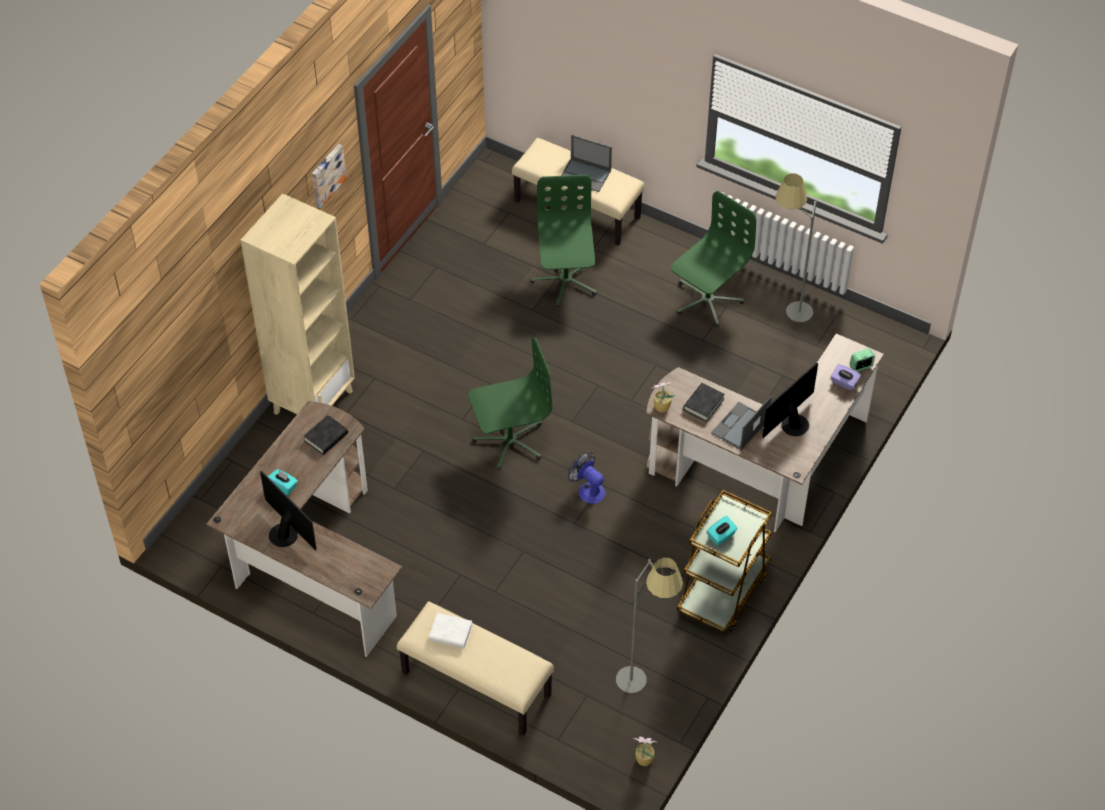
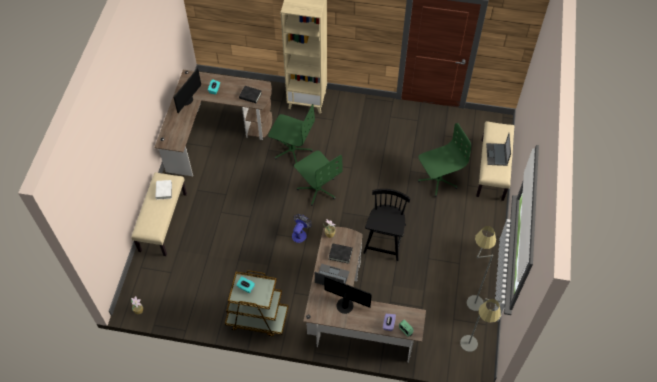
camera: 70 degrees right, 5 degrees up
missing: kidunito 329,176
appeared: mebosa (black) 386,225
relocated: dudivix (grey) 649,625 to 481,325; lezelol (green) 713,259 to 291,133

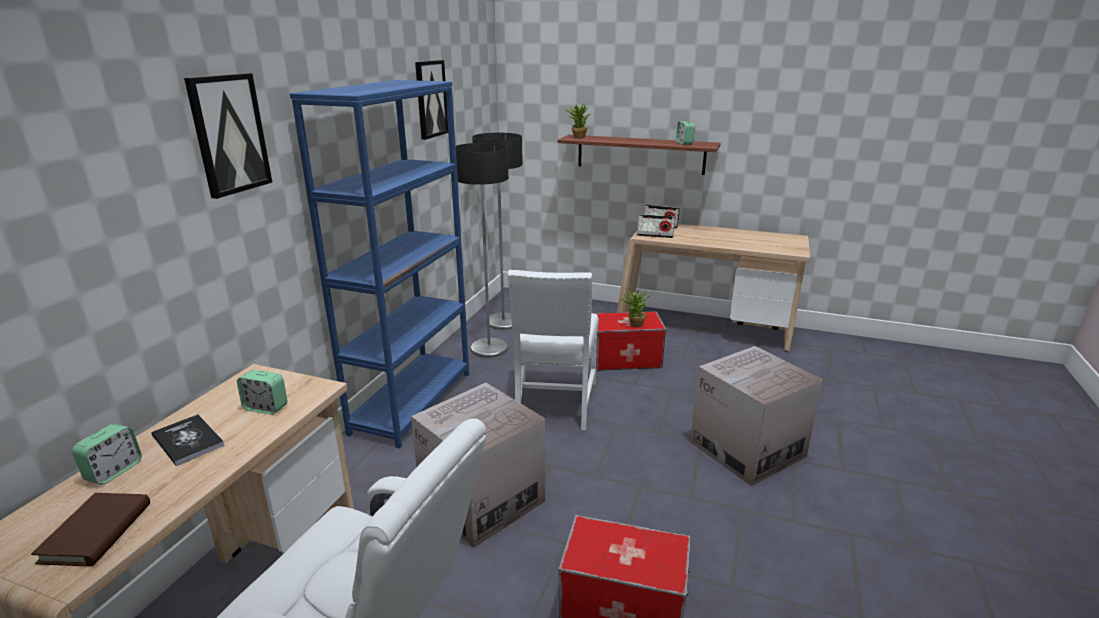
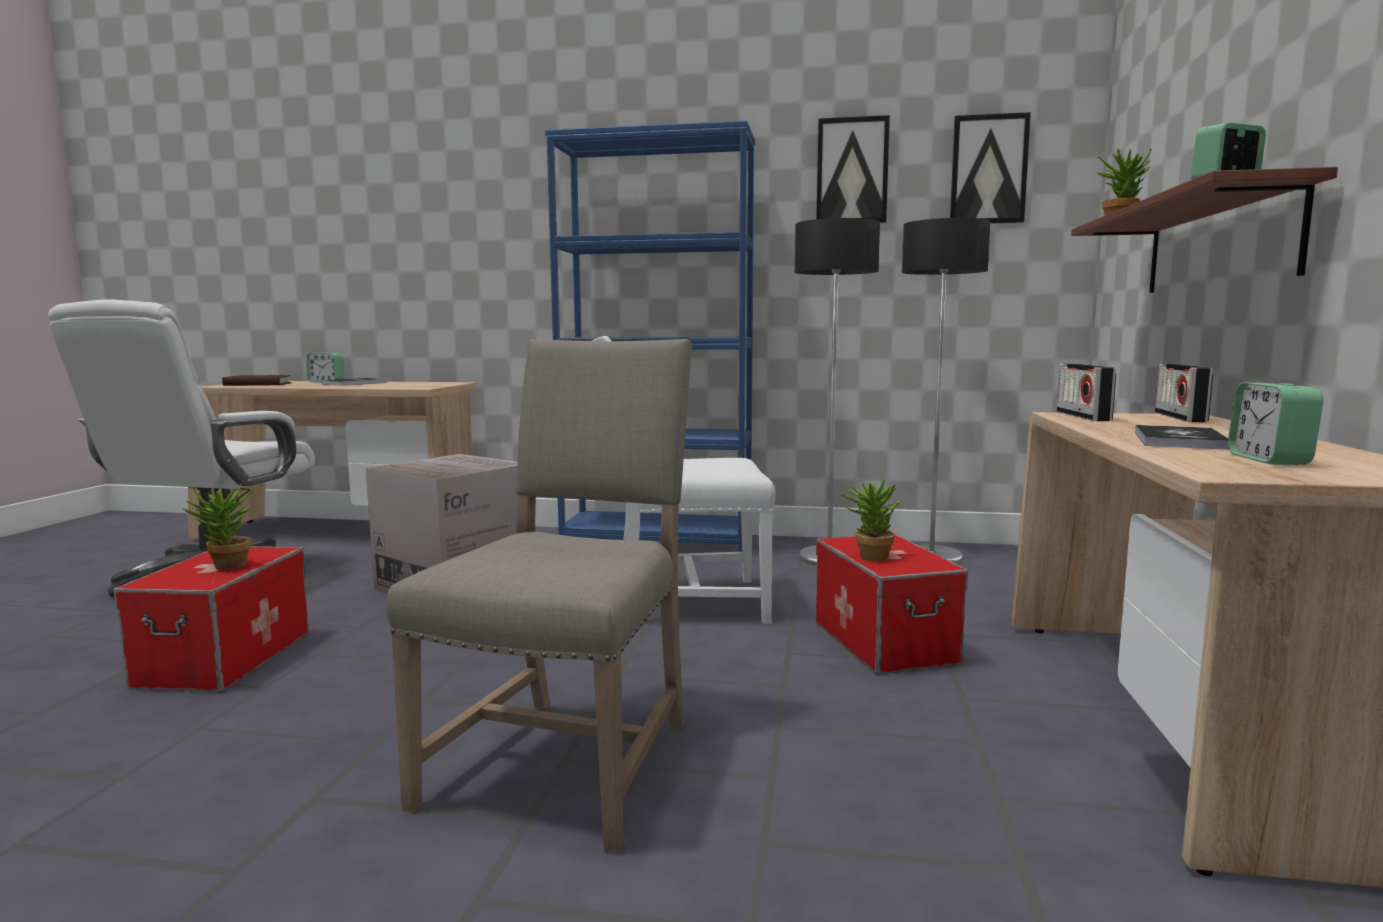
camera: 80 degrees right, 15 degrees down
appeared: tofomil 218,526; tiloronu 1182,437
relocated: kidunito 228,136 to 990,168; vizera 262,392 to 1276,423
exchanged: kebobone 756,416 to mebosa (beige) 539,596

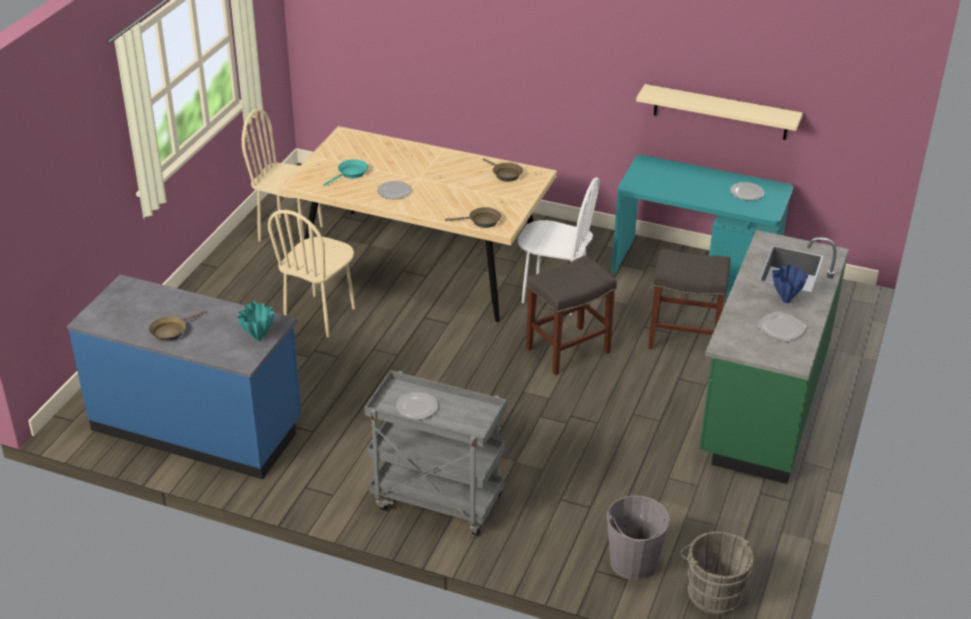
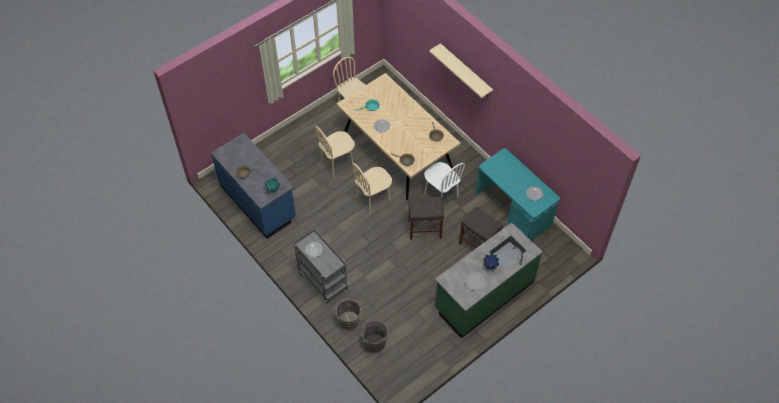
camera: 30 degrees right, 20 degrees up
appeared: mebosa (beige) 372,188
relocated: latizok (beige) 719,112 to 461,70; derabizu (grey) 717,573 to 348,315

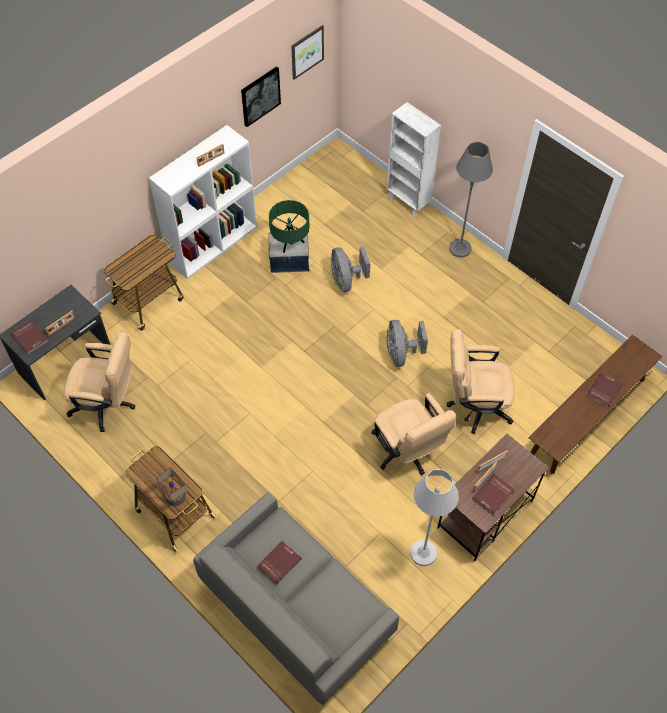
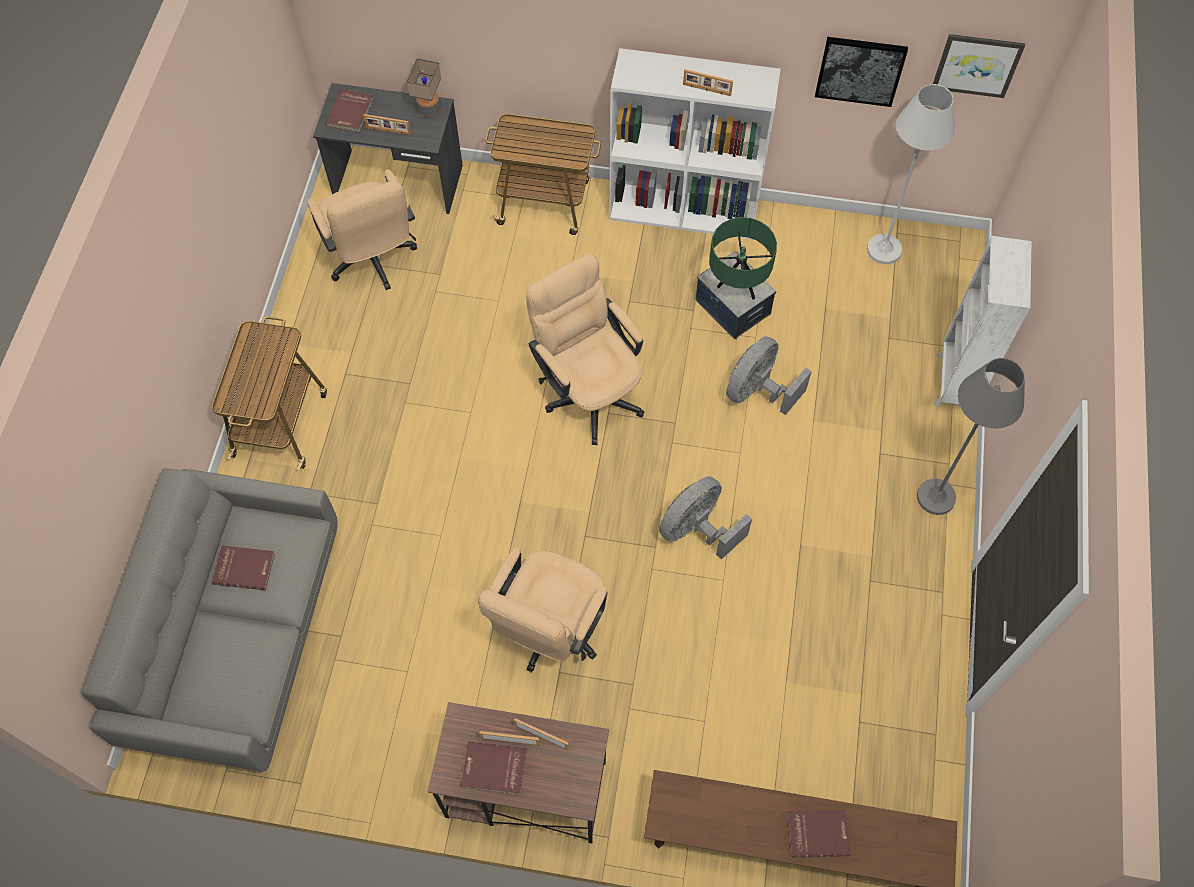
camera: 55 degrees right, 5 degrees up
relocated: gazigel 171,487 to 424,87; dudivix (white) 434,517 to 911,174; lezelol (beige) 480,381 to 585,349

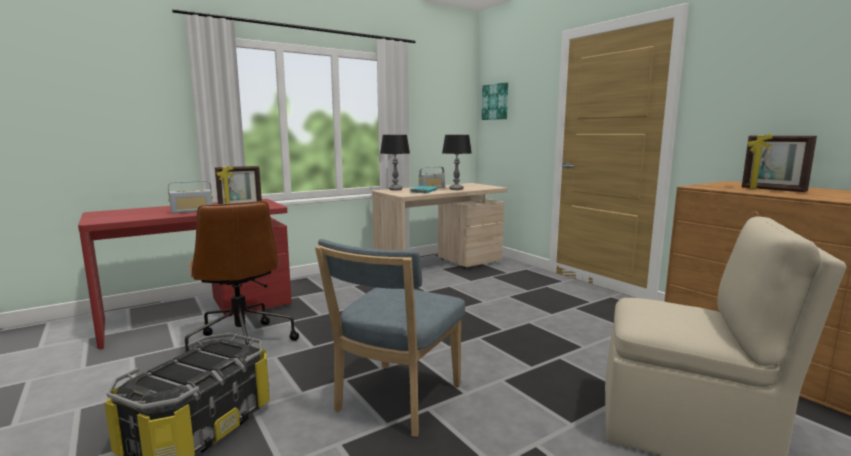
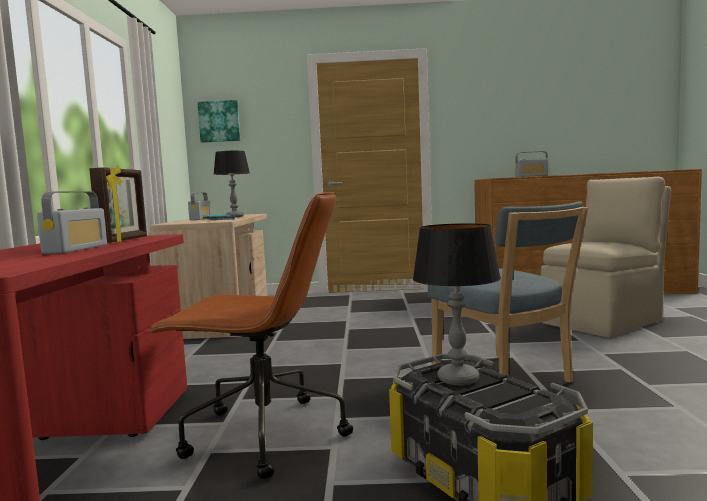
camera: 55 degrees left, 5 degrees down
relocated: gazigel 395,162 to 457,304
exchanged: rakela 779,162 to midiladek 531,164

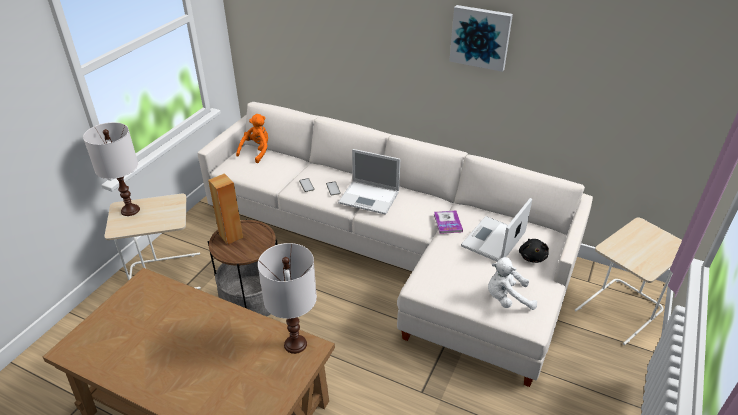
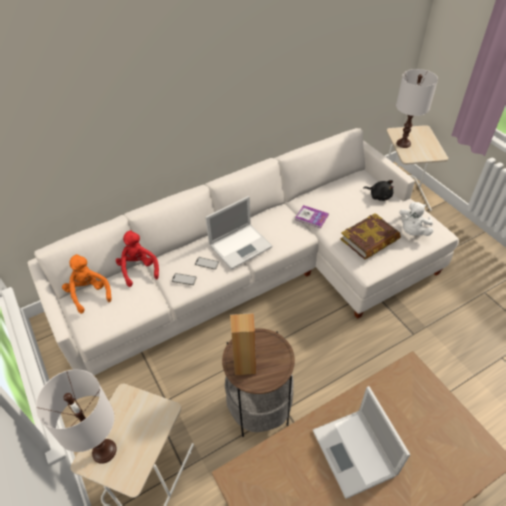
camera: 55 degrees left, 10 degrees up
missing: kidunito 481,38
appeared: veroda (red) 137,258; tiloronu 370,236
relocated: gazigel (white) 287,298 to 417,108; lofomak 496,230 to 361,442

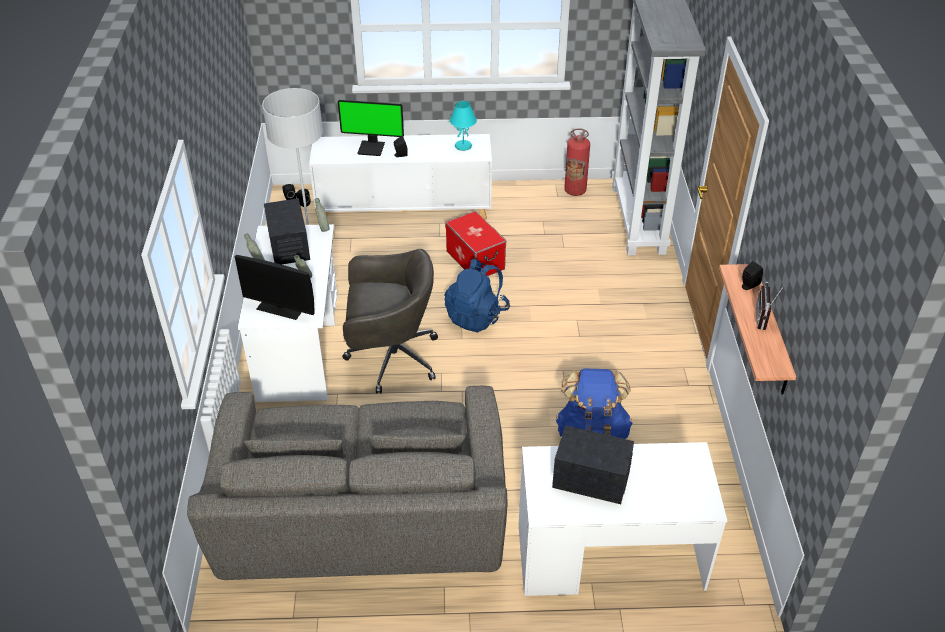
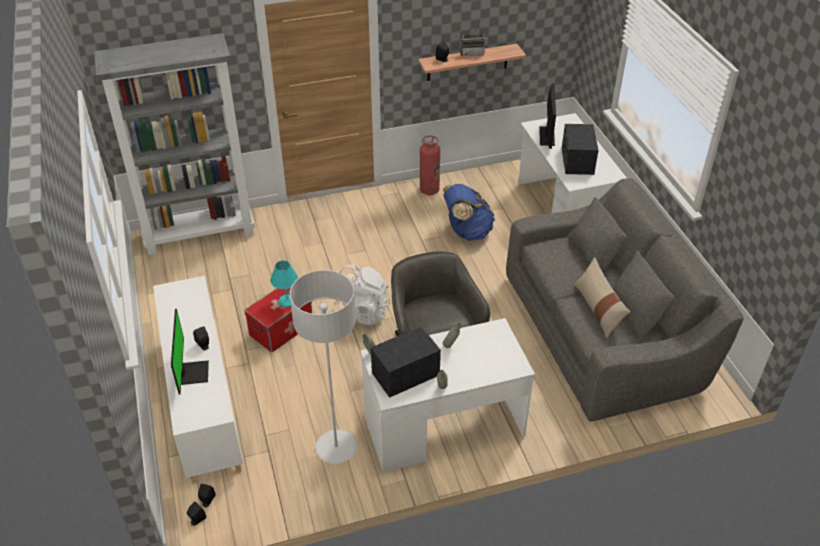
camera: 105 degrees left, 0 degrees up
appeared: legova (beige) 602,297
relocated: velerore 275,287 to 547,116; gazigel (turquoise) 463,126 to 284,284; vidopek 577,162 to 430,165
colour: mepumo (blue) 477,295 to mepumo (white) 359,294

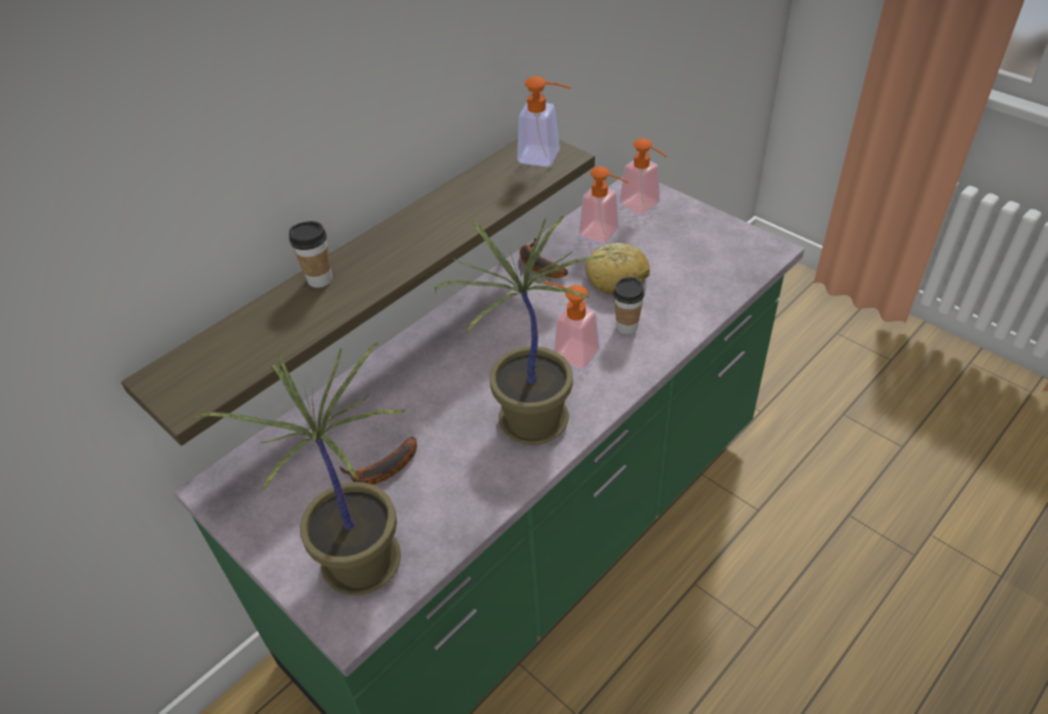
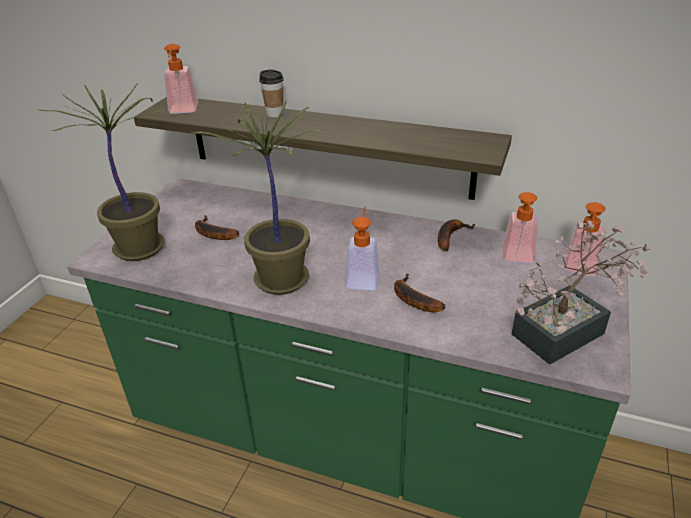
camera: 65 degrees right, 10 degrees down
missing: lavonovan 617,269
appeared: tofomil 581,292
relocated: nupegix 544,121 to 181,79
exchanged: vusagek 629,305 to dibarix 419,292

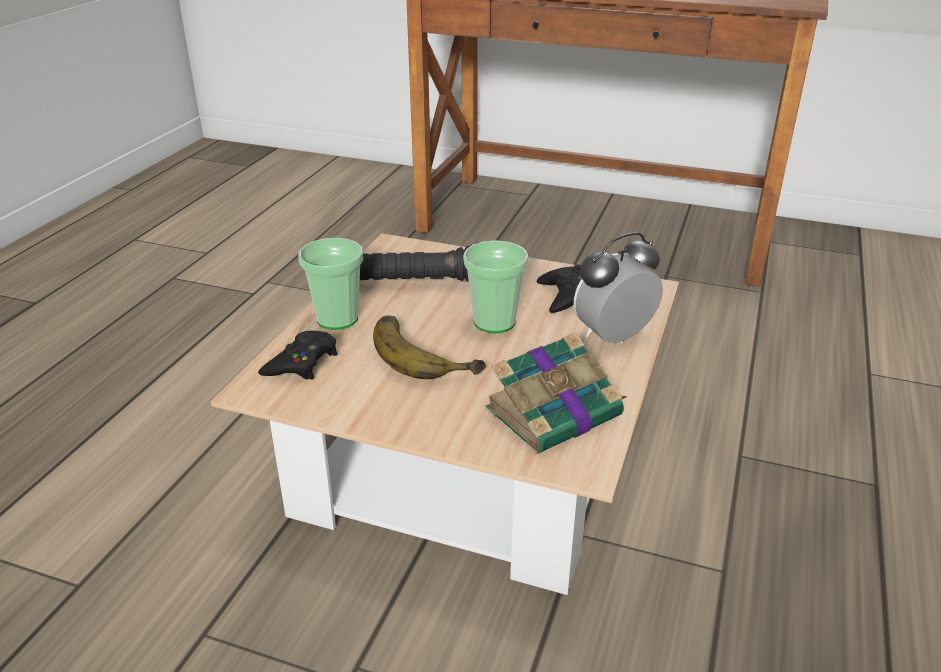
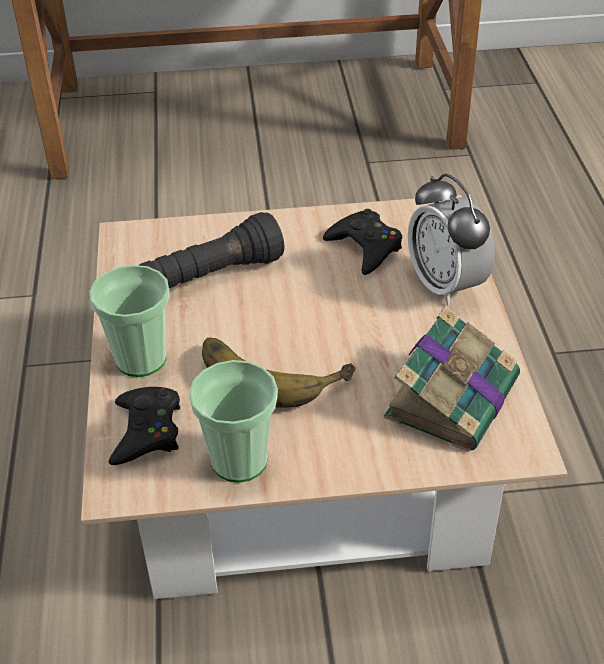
camera: 25 degrees left, 10 degrees up
relocated: vusagek 495,286 to 233,421
spun: vizera 618,287 = 451,240 60 degrees counterclockwise

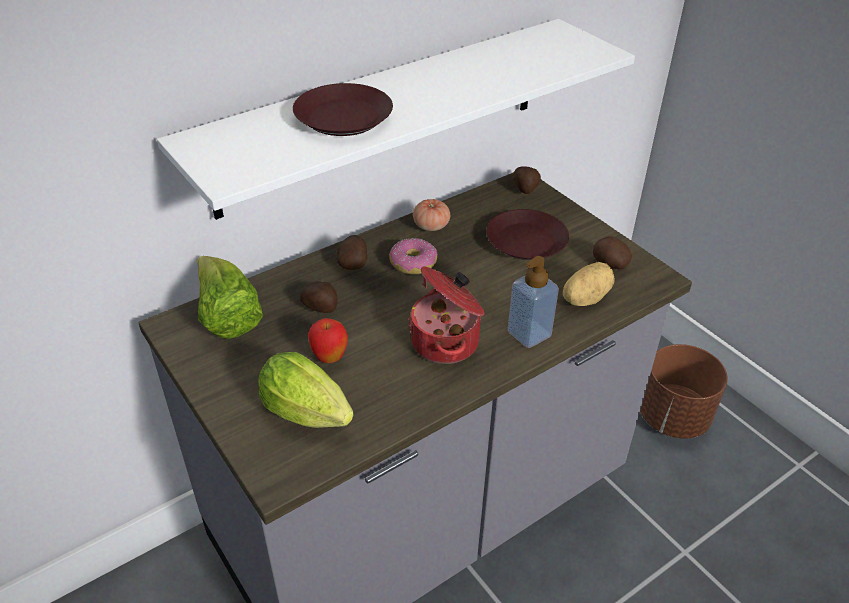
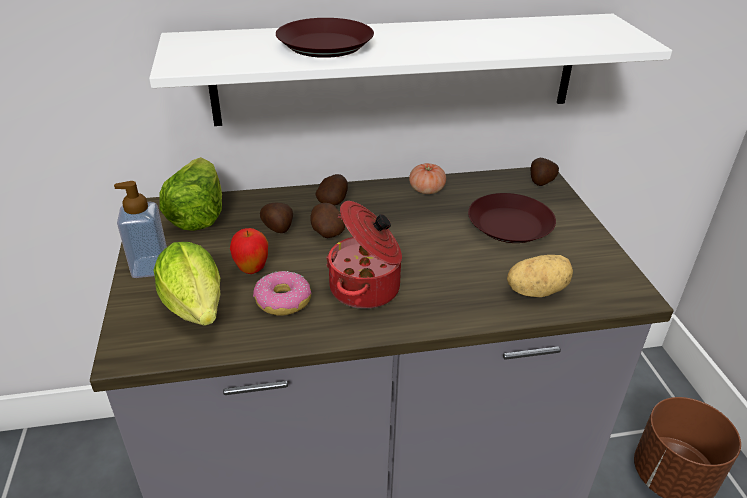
camera: 25 degrees right, 5 degrees down
relocated: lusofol 413,256 to 282,293; nupegix 533,302 to 140,229; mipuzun 612,253 to 327,220

